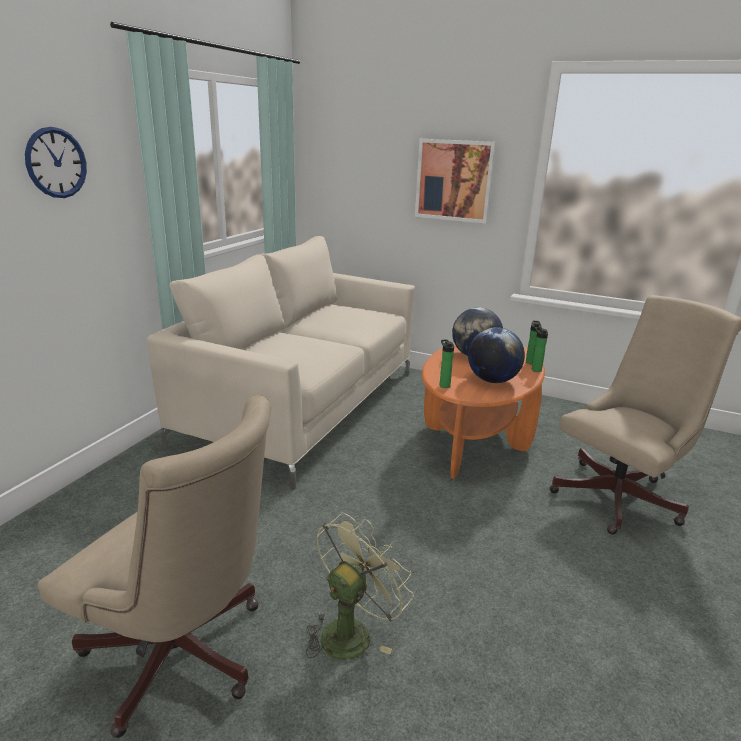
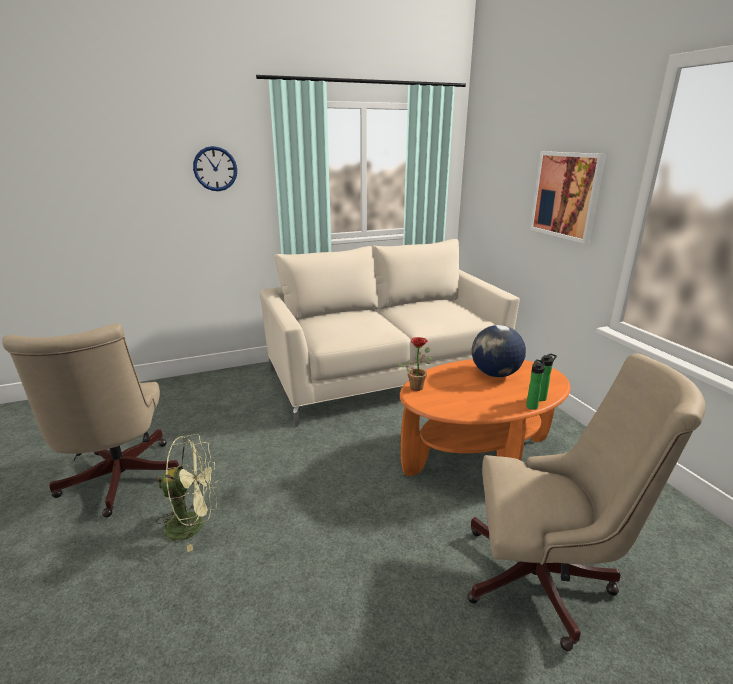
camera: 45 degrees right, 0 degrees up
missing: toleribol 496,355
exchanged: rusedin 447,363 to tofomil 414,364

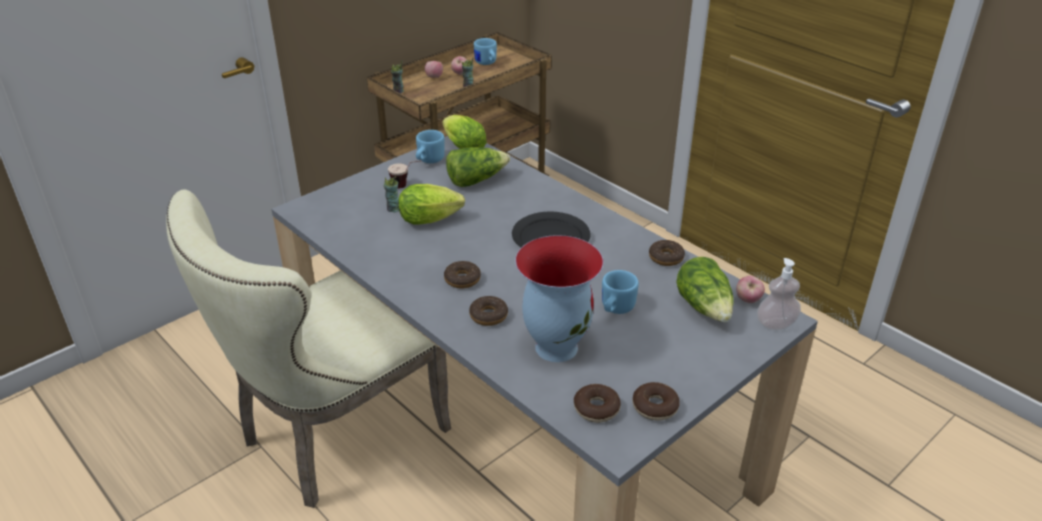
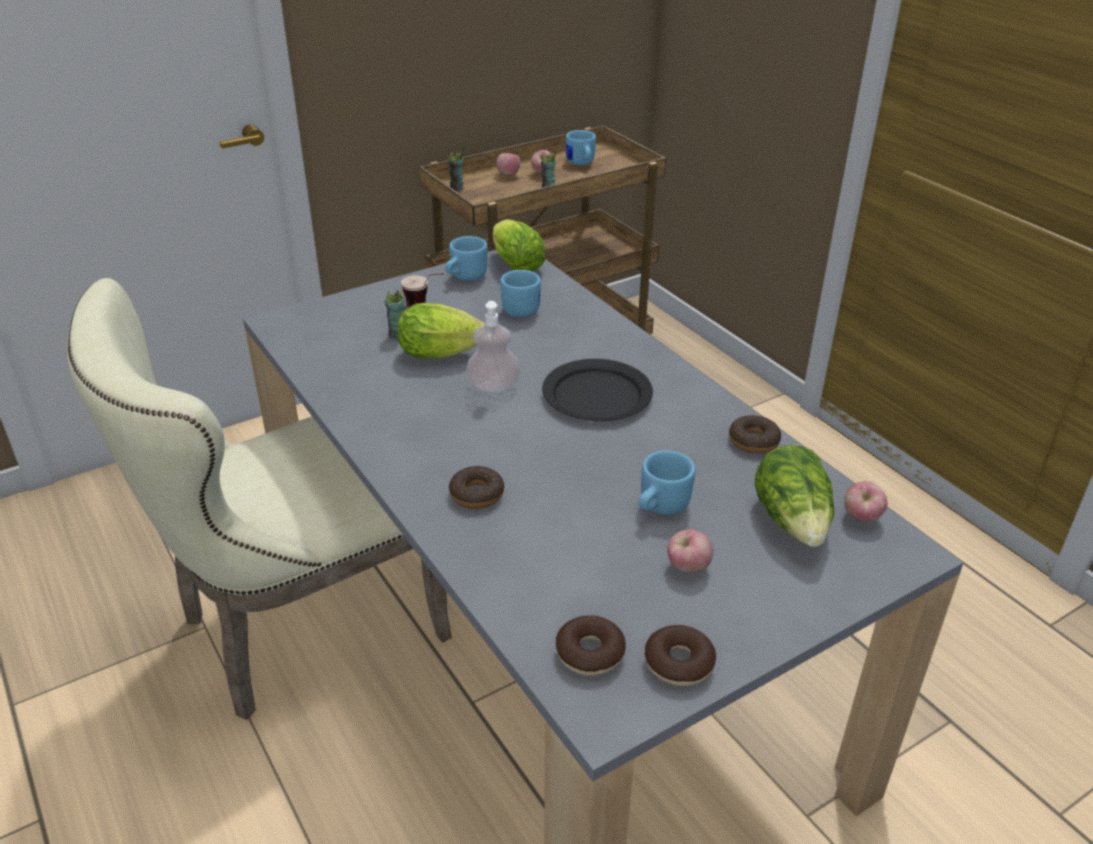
camera: 10 degrees right, 0 degrees up
missing: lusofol 462,275; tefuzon 559,298
appeared: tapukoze 690,551
relocated: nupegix 779,294 to 493,347
exchanged: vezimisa 478,167 to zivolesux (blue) 520,294

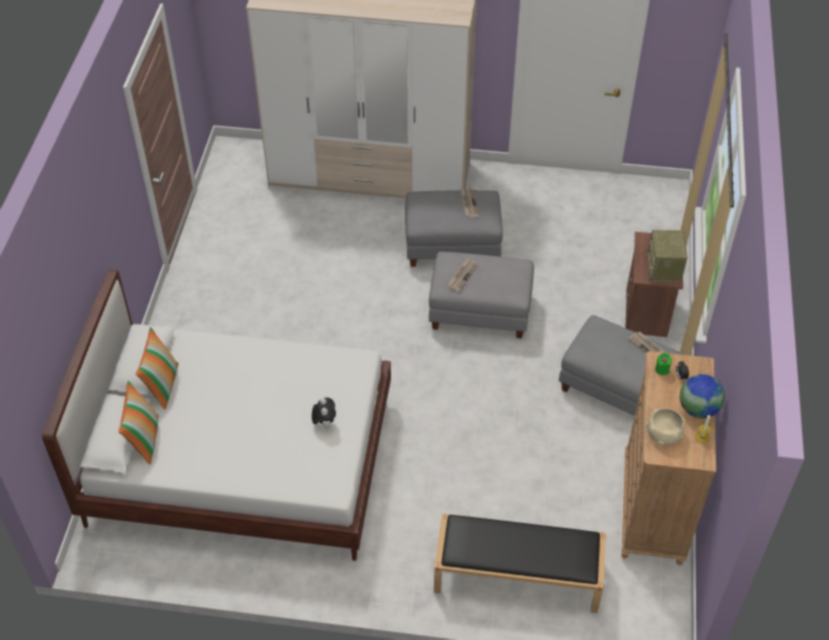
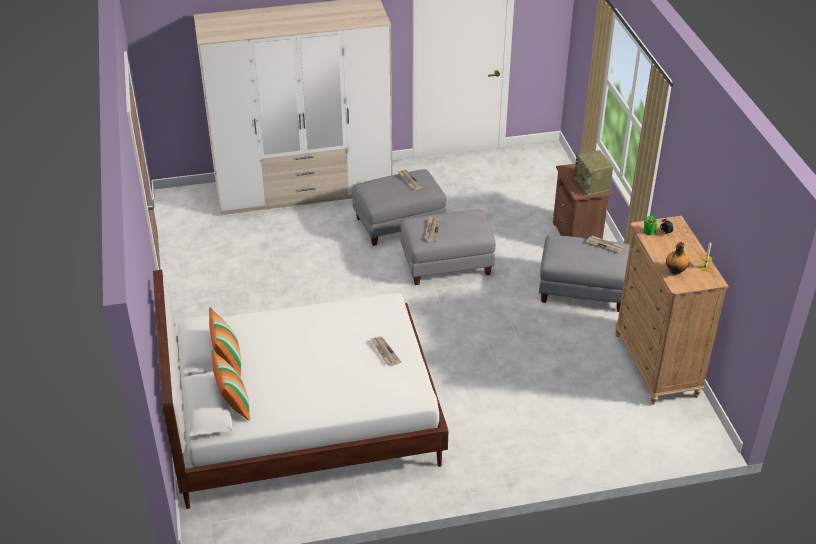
camera: 20 degrees left, 10 degrees down
missing: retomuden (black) 520,563; toleribol 702,396
exchanged: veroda 324,413 to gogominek 386,351; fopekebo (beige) 665,427 to rusedin 677,258

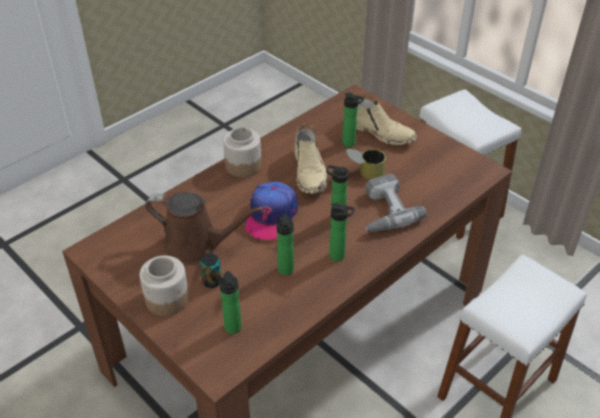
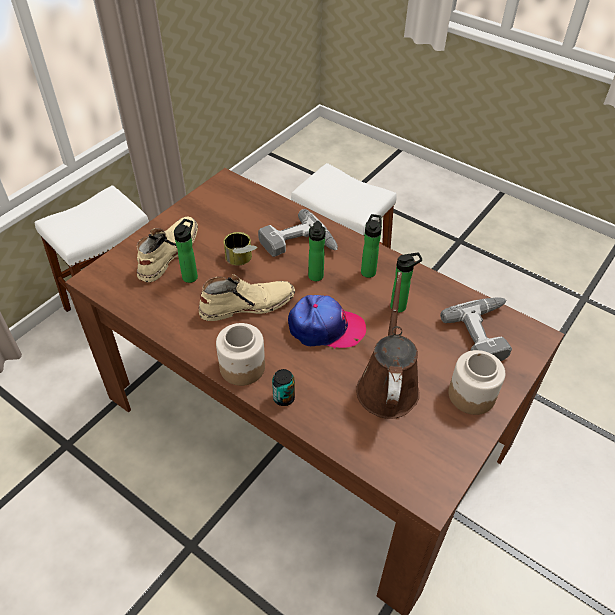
camera: 100 degrees left, 5 degrees up
relocated: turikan 211,270 to 283,387
exchanged: rusedin 230,302 to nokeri 476,329

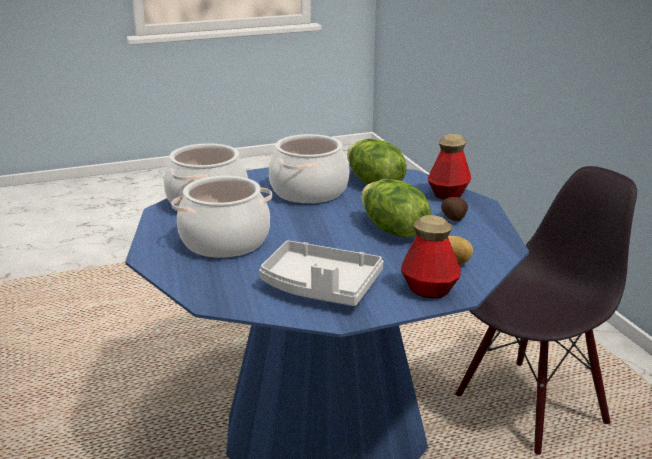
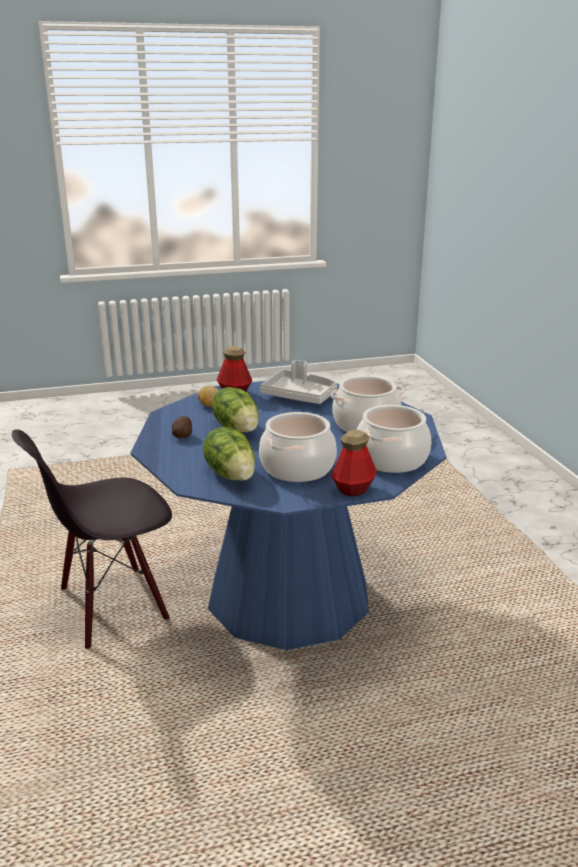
camera: 175 degrees left, 0 degrees up
relocated: rusedin 449,167 to 354,463

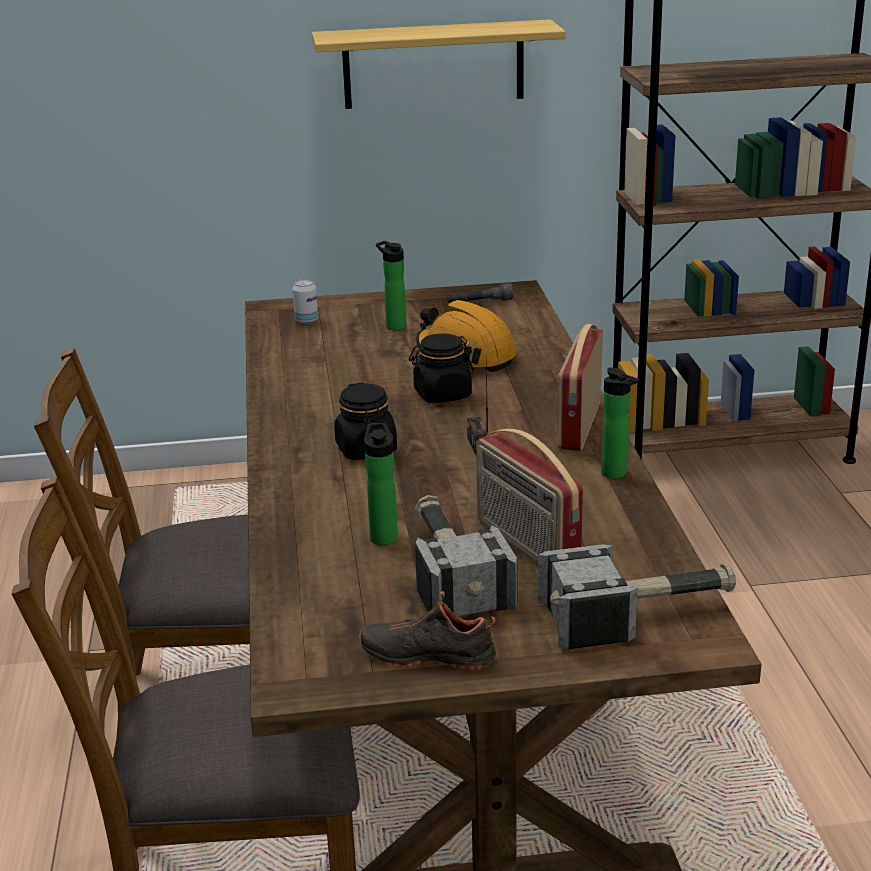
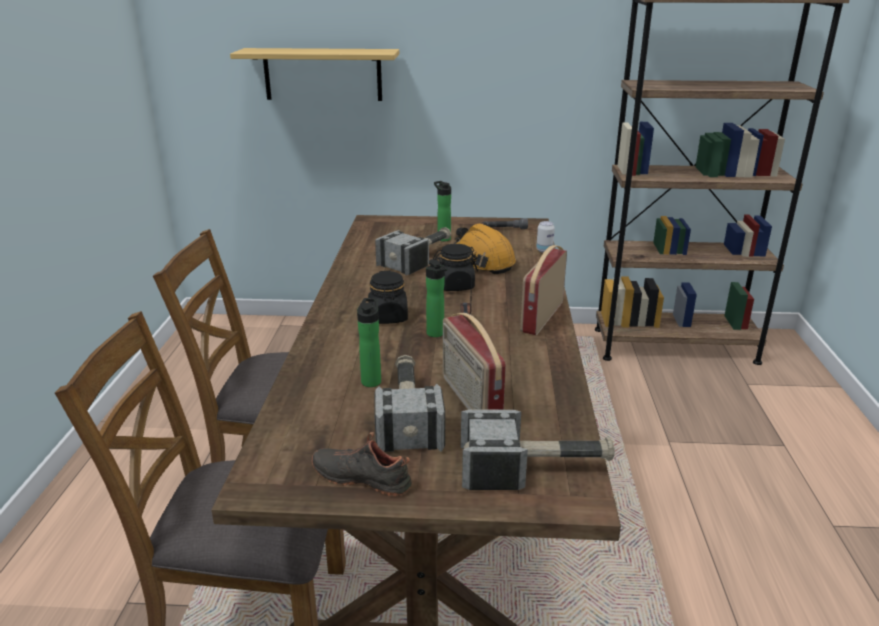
camera: 10 degrees right, 0 degrees up
appeared: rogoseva 413,251
relocated: turikan 305,301 to 545,237; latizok 439,64 to 314,74; rusedin 620,423 to 436,298

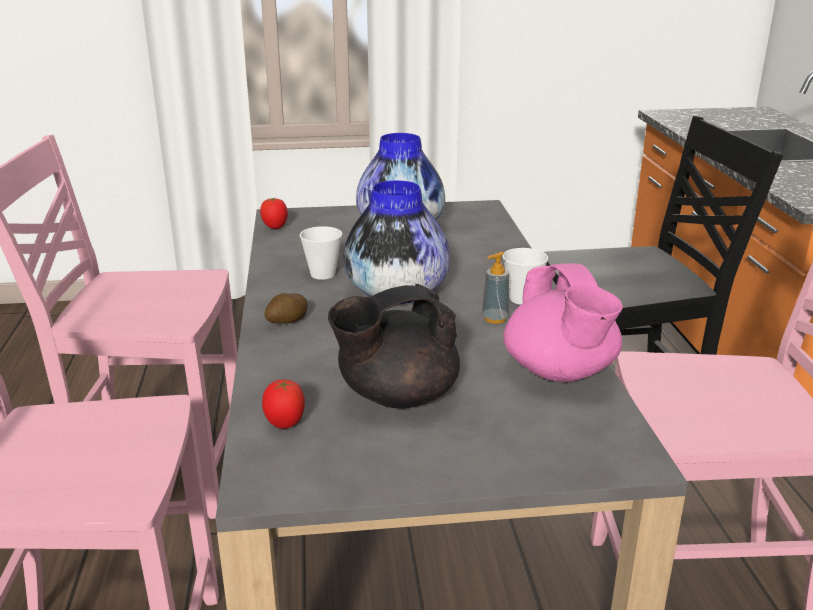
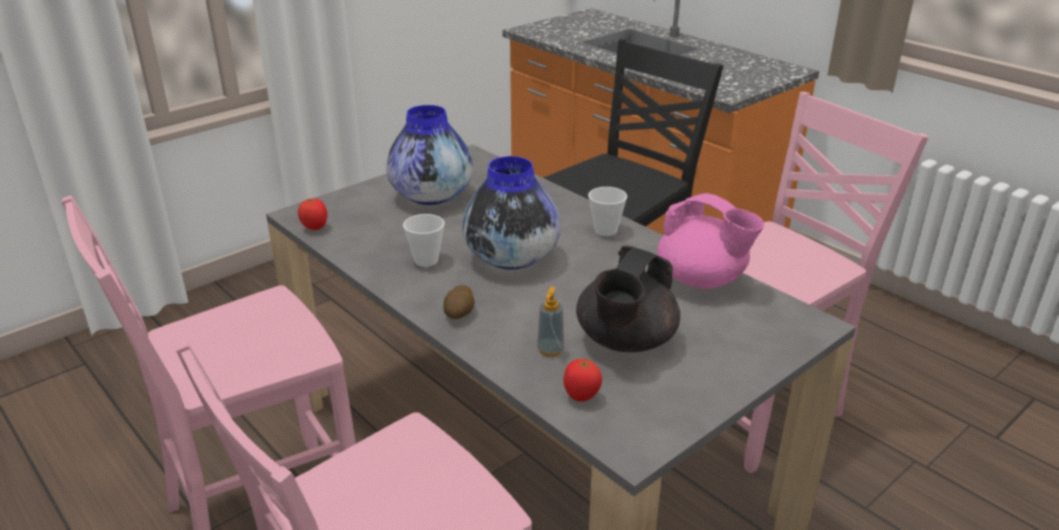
camera: 35 degrees left, 5 degrees up
relocated: nupegix 495,288 to 550,321

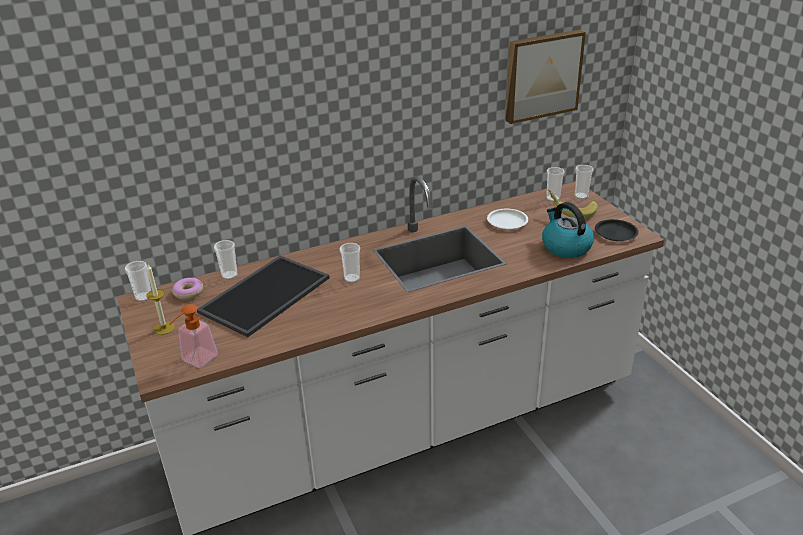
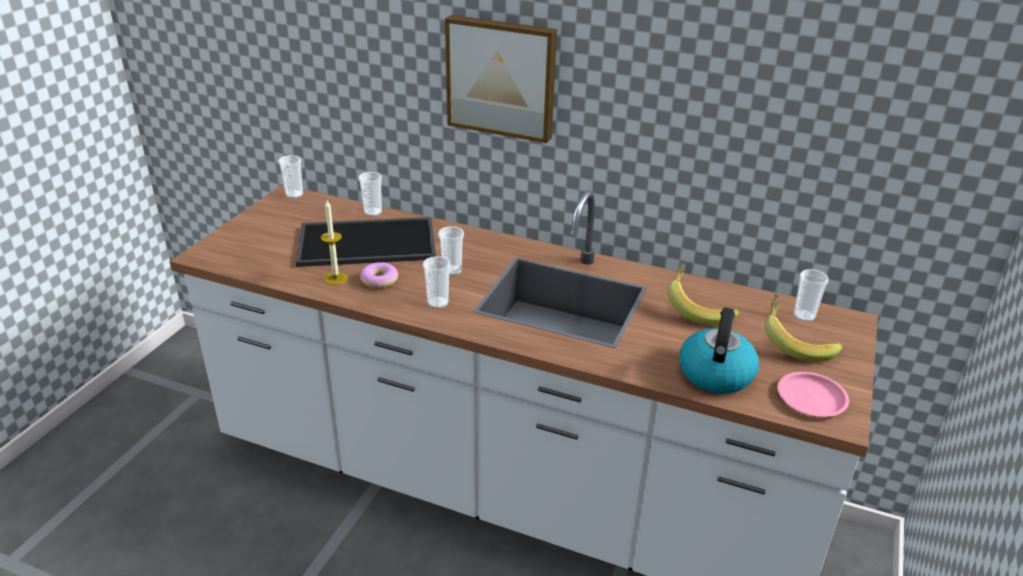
camera: 45 degrees right, 0 degrees up
missing: nupegix 193,336
relocated: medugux 160,300 to 334,242; lusofol 187,289 to 379,275; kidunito 545,77 to 501,79; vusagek 584,182 to 436,282
exchanged: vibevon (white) 507,219 to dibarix 703,293
colour: vibevon (black) 616,230 to vibevon (pink) 813,394

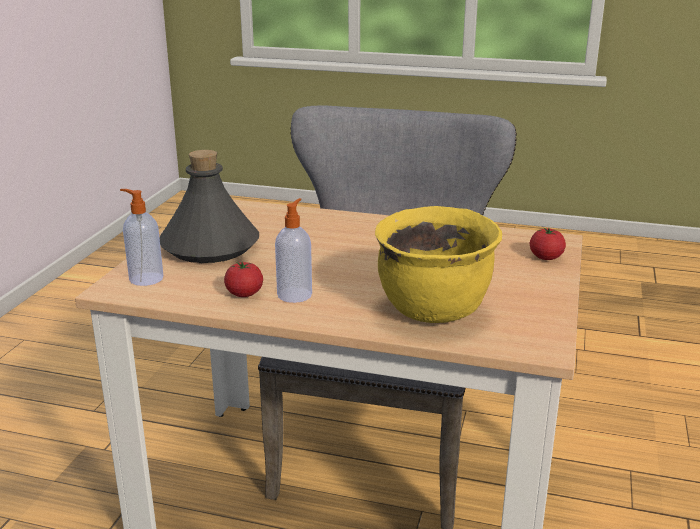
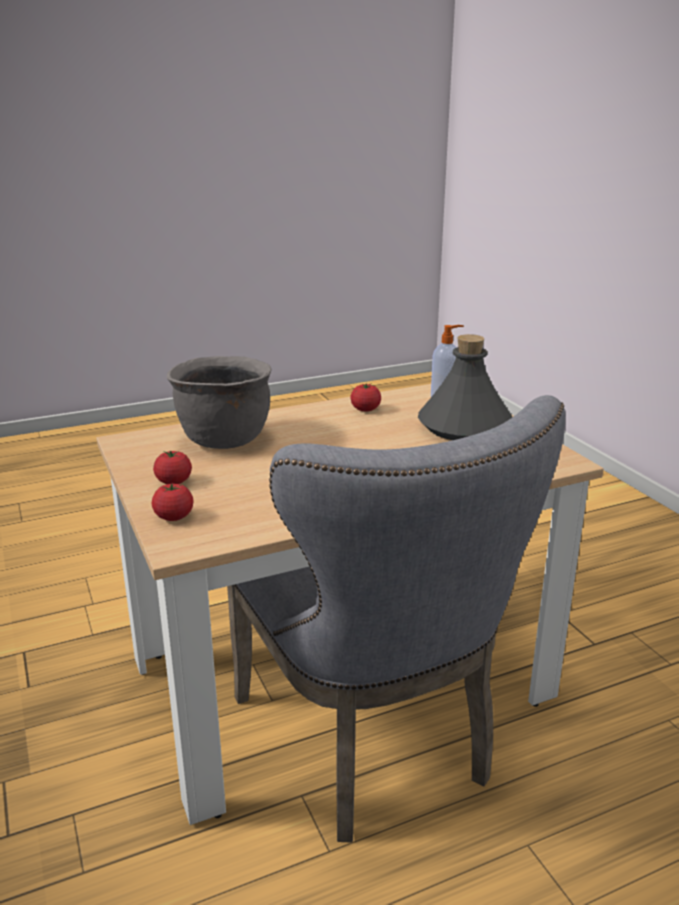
camera: 140 degrees right, 0 degrees up
missing: nupegix 293,250
appeared: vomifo 172,467
colour: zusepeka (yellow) 438,264 to zusepeka (grey) 219,402

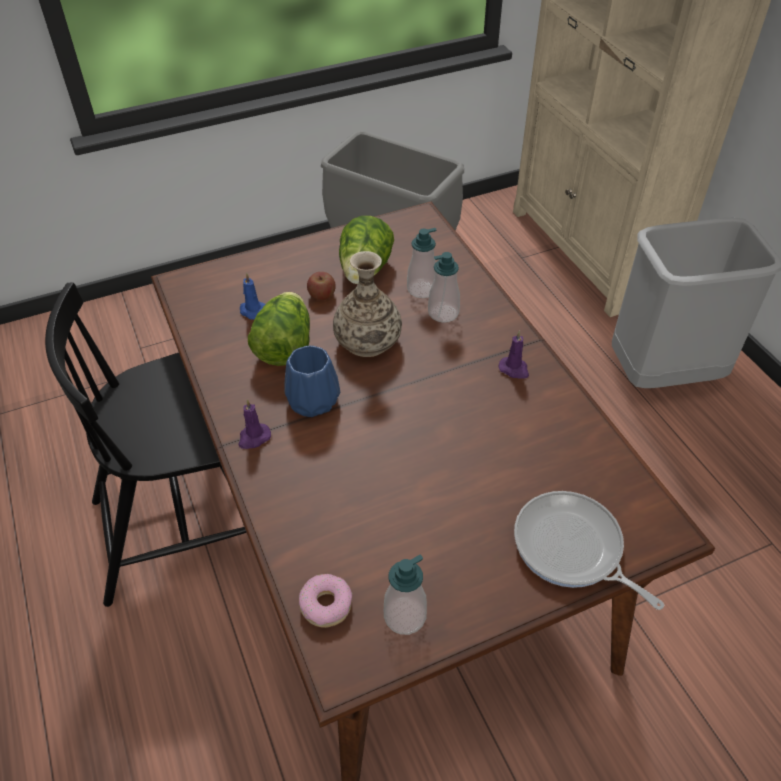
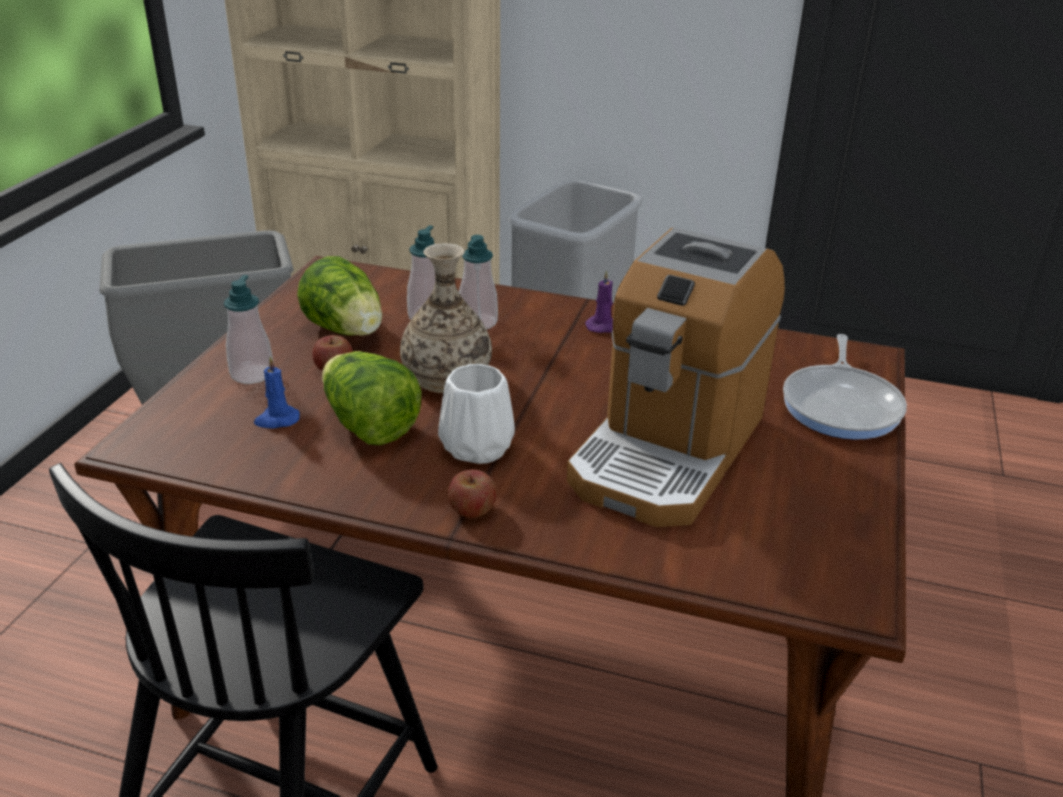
camera: 50 degrees left, 15 degrees down
missing: lusofol 325,601
appeared: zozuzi 676,377
relocated: nupegix 405,595 to 248,329
exchanged: medugux (purple) 254,424 to tapukoze 472,493
colour: tefuzon (blue) 312,381 to tefuzon (white) 476,414
spun: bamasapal 589,550 = 845,386 75 degrees counterclockwise

